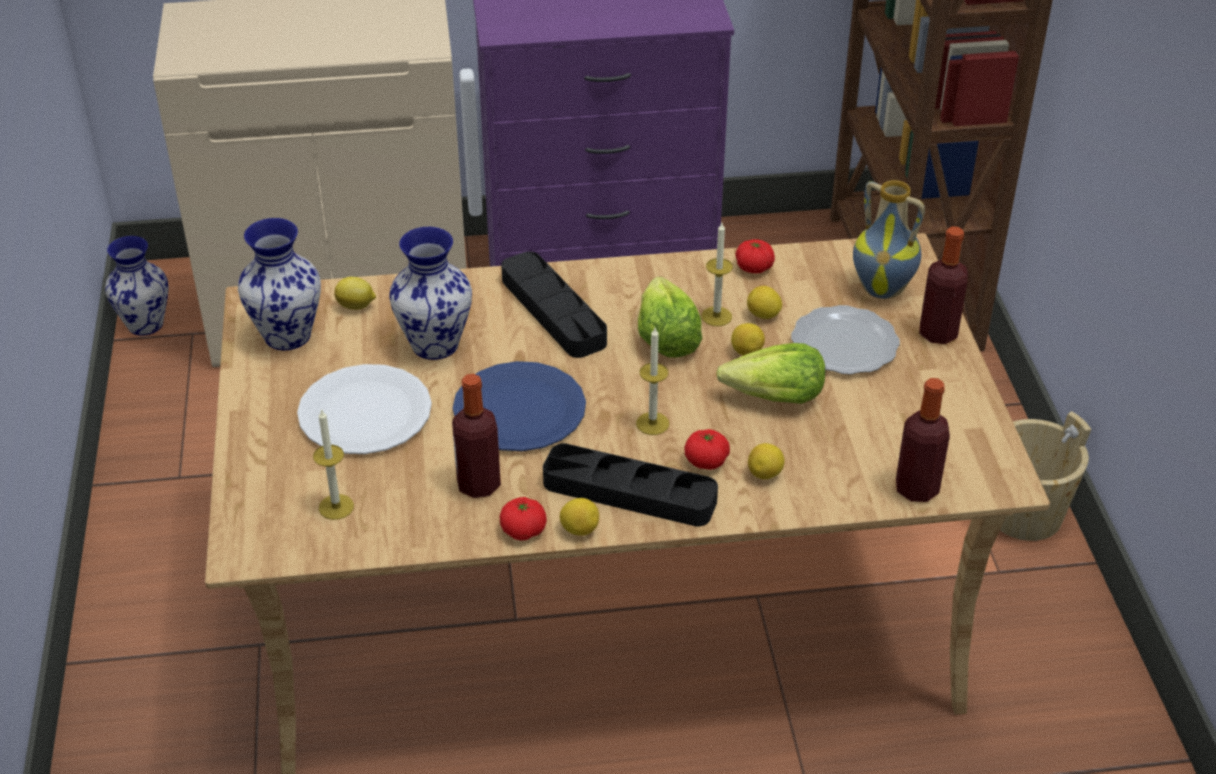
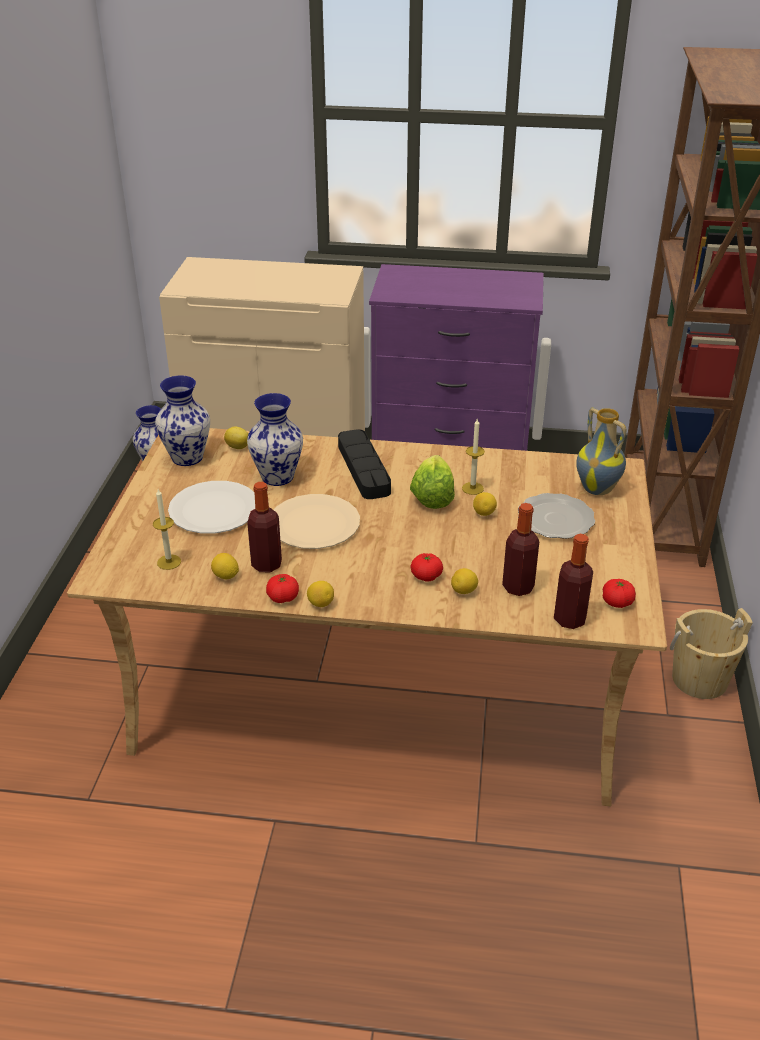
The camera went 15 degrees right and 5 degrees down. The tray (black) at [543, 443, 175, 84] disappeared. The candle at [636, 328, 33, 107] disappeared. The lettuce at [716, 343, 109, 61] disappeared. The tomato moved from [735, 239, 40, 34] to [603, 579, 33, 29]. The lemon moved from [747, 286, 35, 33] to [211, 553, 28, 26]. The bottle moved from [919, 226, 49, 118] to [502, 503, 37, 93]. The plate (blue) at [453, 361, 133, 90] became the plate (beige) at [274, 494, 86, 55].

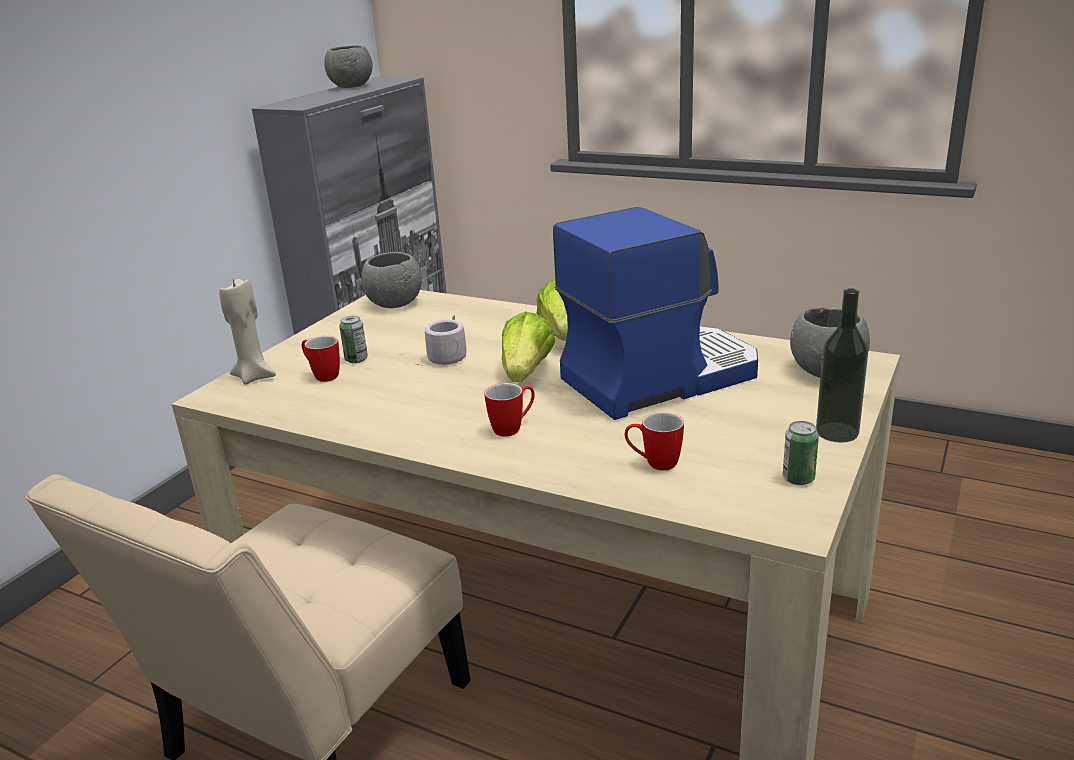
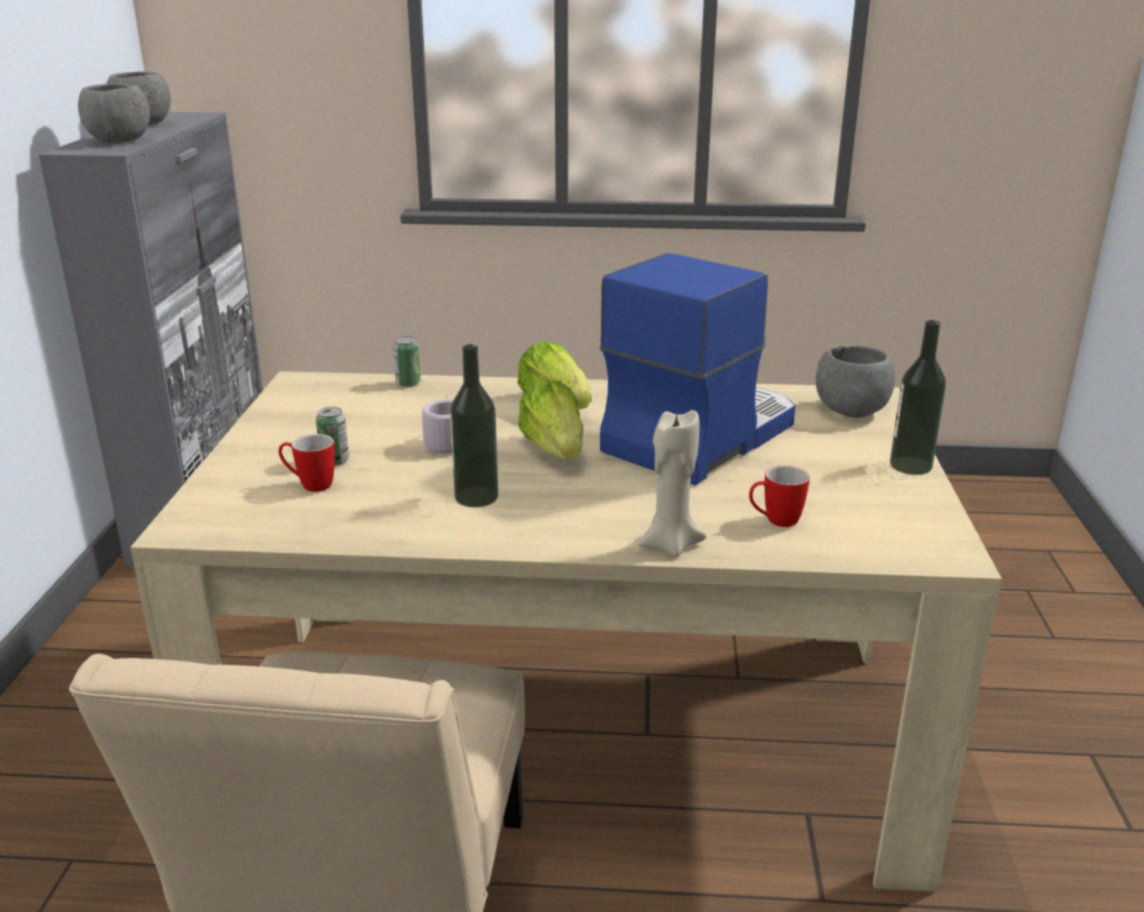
The camera went 25 degrees left and 0 degrees up. The mug at [484, 383, 51, 54] disappeared. The bottle at [450, 344, 48, 163] appeared. The candle (beige) moved from [219, 277, 57, 108] to [637, 410, 69, 147]. The bowl (grey) moved from [361, 252, 61, 56] to [78, 83, 72, 60]. The can moved from [783, 421, 36, 64] to [393, 336, 27, 51].

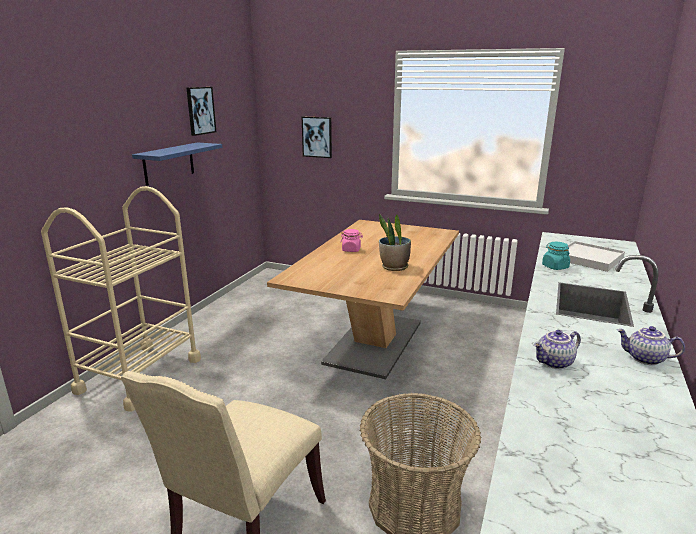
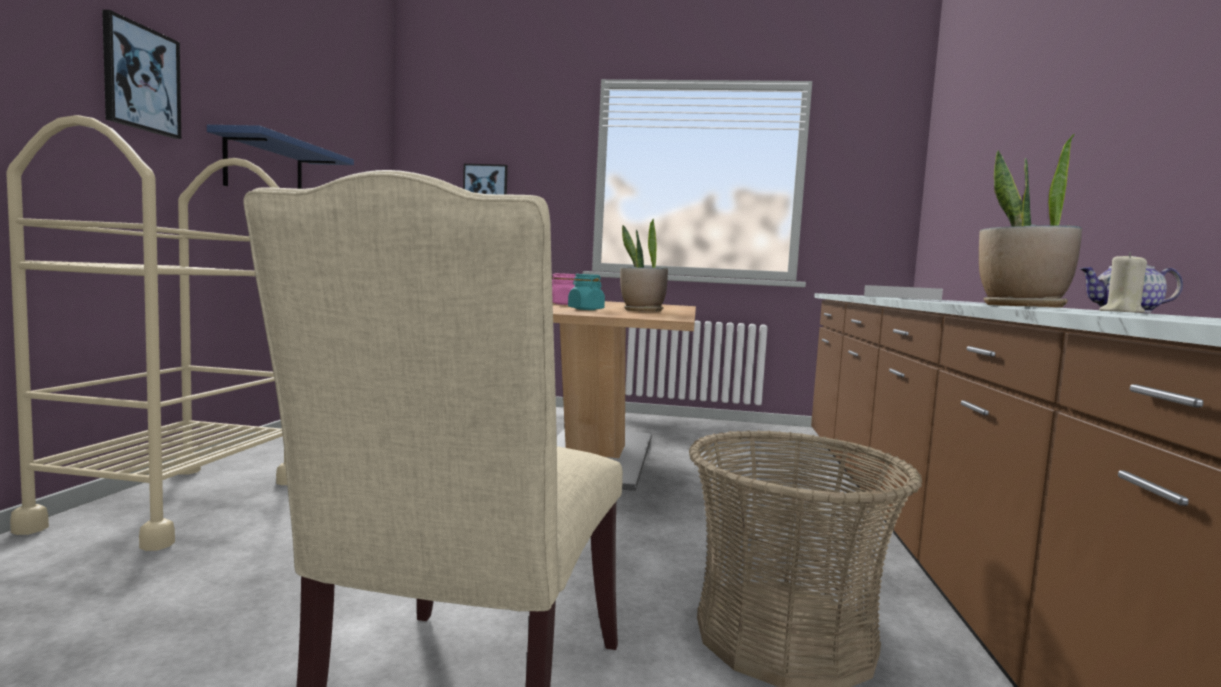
The camera went 15 degrees left and 15 degrees down. The candle (beige) at [1099, 252, 48, 61] appeared. The picture moved from [186, 87, 30, 49] to [102, 10, 79, 129]. The jar (turquoise) moved from [542, 242, 28, 28] to [568, 274, 37, 36]. The teapot at [534, 330, 47, 39] was replaced by the potted plant at [979, 133, 103, 175].

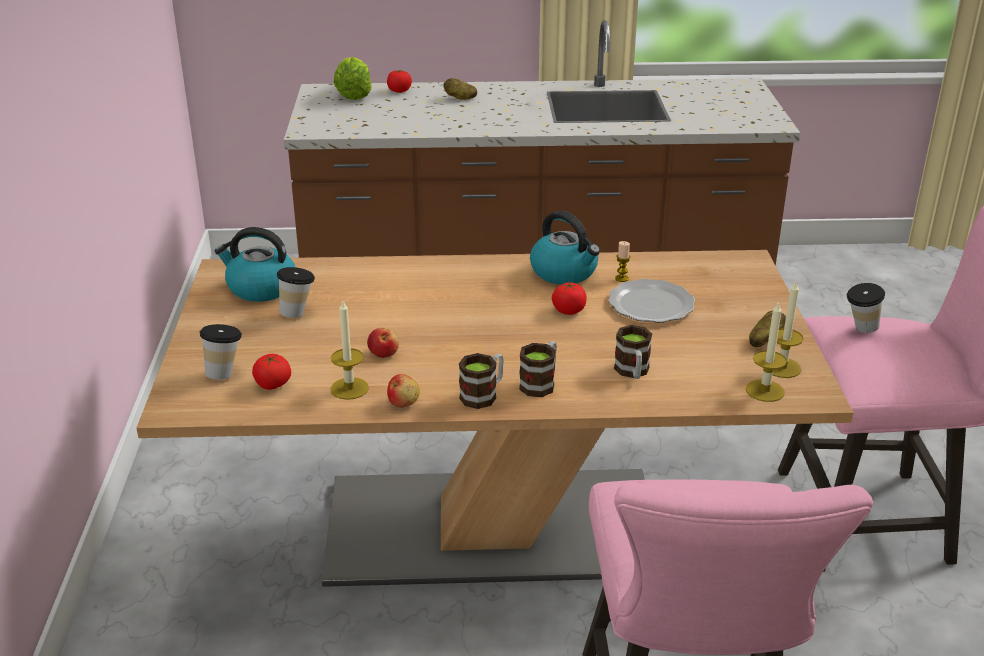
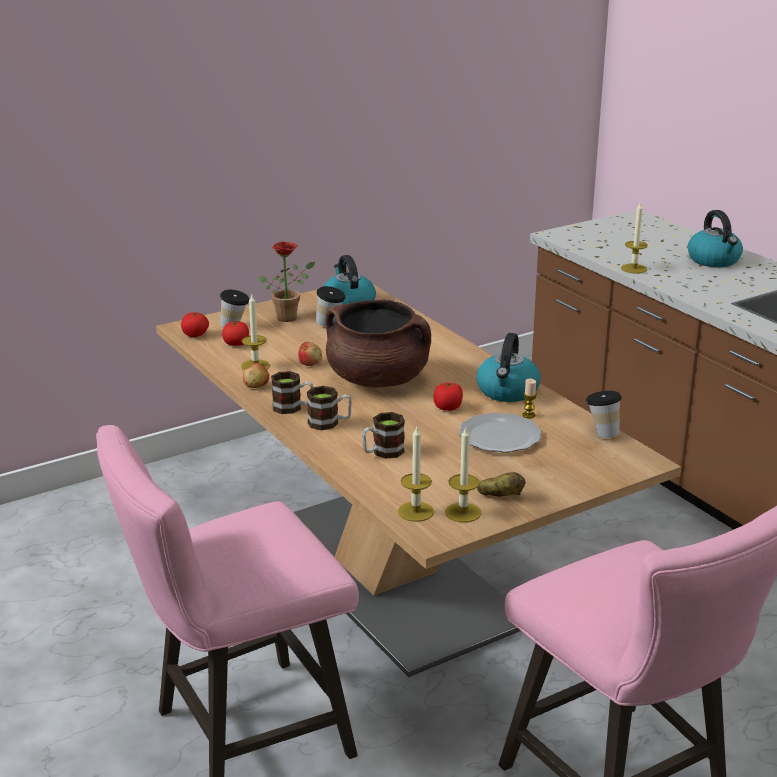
The camera went 60 degrees right and 5 degrees down. The lettuce at [334, 57, 38, 43] disappeared. The potted plant at [258, 241, 57, 81] appeared. The cooking pot (brown) at [326, 300, 105, 87] appeared. The candle at [621, 203, 26, 71] appeared. The tomato moved from [387, 70, 25, 23] to [181, 312, 28, 25]. The cup moved from [847, 283, 38, 50] to [586, 391, 36, 47]. The potato at [443, 78, 34, 22] was replaced by the kettle at [688, 210, 55, 57].

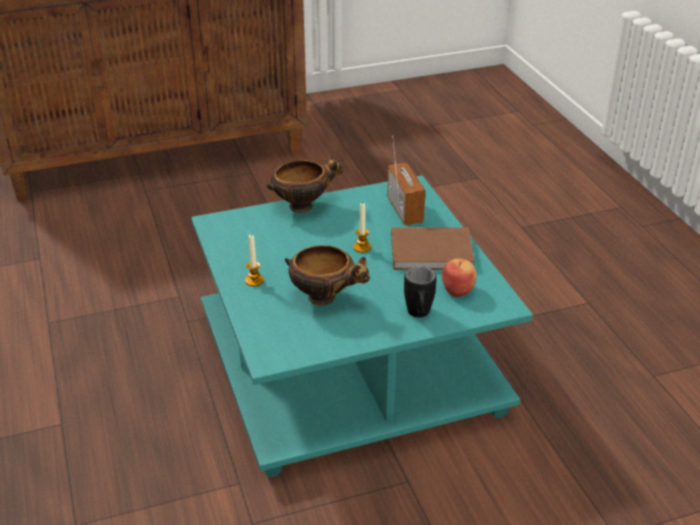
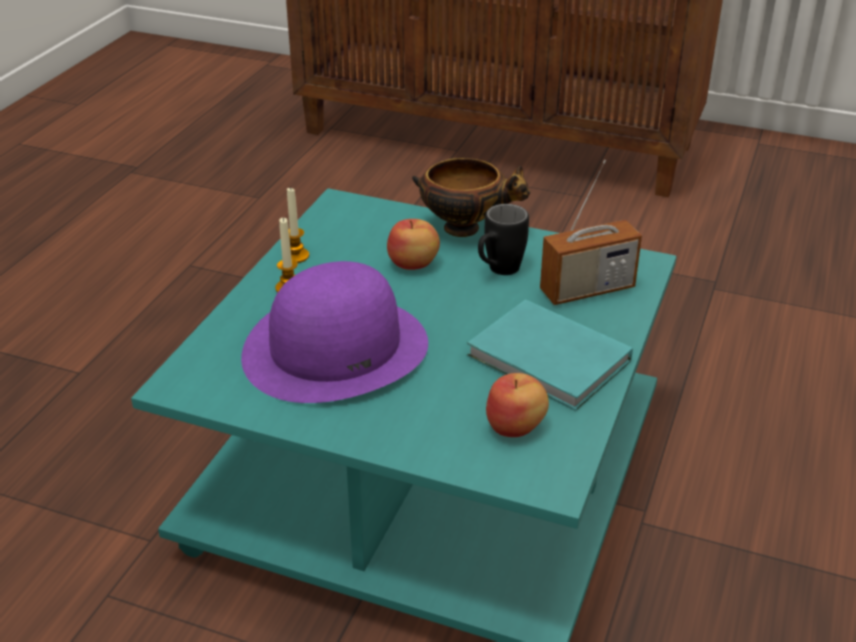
The camera went 40 degrees right and 0 degrees up. The apple at [387, 219, 53, 51] appeared. The candle moved from [353, 203, 18, 50] to [287, 187, 22, 76]. The mug (black) moved from [404, 266, 32, 52] to [478, 204, 51, 71]. The bowl at [285, 245, 85, 61] was replaced by the hat (purple) at [241, 261, 187, 142]. The book (brown) at [391, 227, 84, 43] became the book (turquoise) at [467, 299, 166, 112]. The radio at [387, 136, 39, 89] turned 45 degrees clockwise.

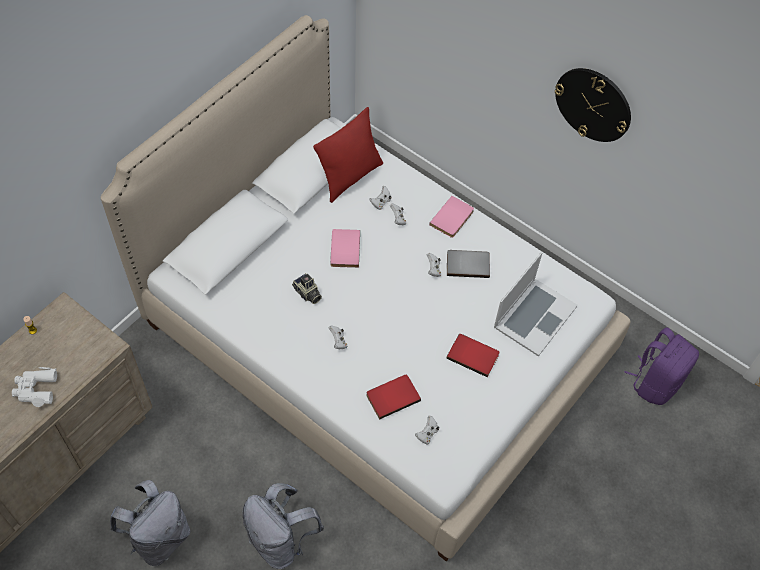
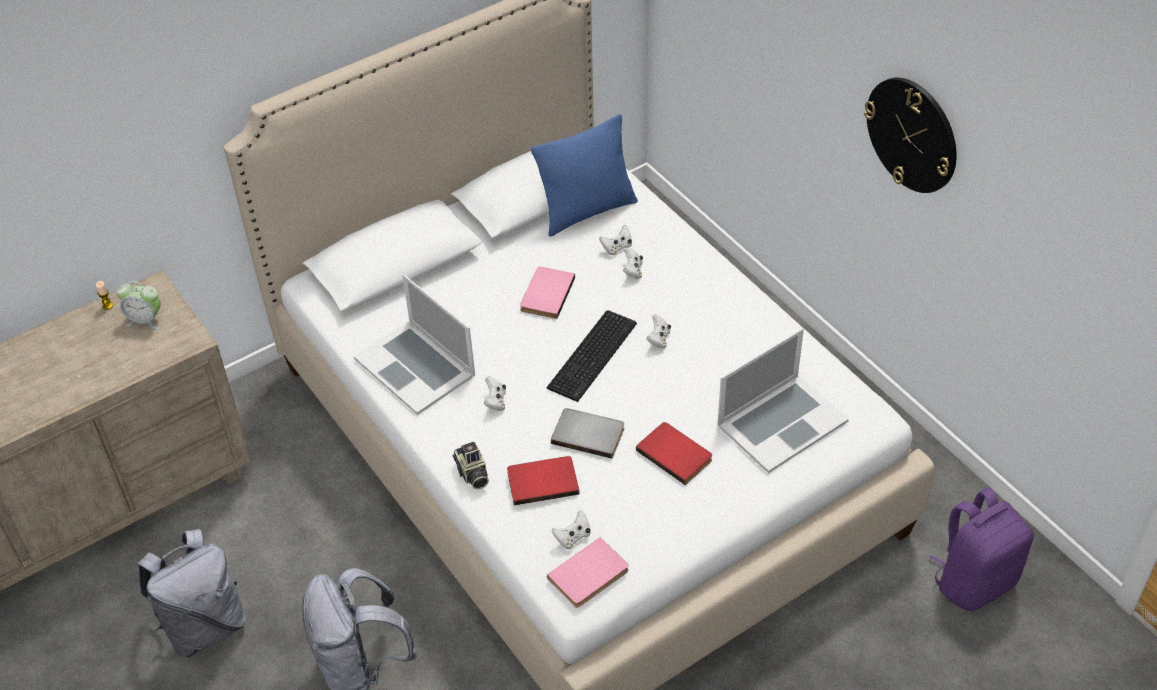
The camera went 20 degrees right and 10 degrees down. The binoculars (white) at [12, 367, 45, 40] disappeared. The alarm clock at [116, 281, 45, 48] appeared. The laptop at [354, 274, 121, 141] appeared. The keyboard at [546, 310, 91, 92] appeared. The photo camera moved from [292, 273, 30, 31] to [453, 442, 36, 47]. The book (pink) moved from [429, 196, 45, 42] to [547, 537, 81, 71]. The book (grey) moved from [447, 250, 43, 28] to [551, 408, 73, 51]. The pillow (red) at [313, 107, 70, 96] became the pillow (blue) at [531, 114, 107, 123].

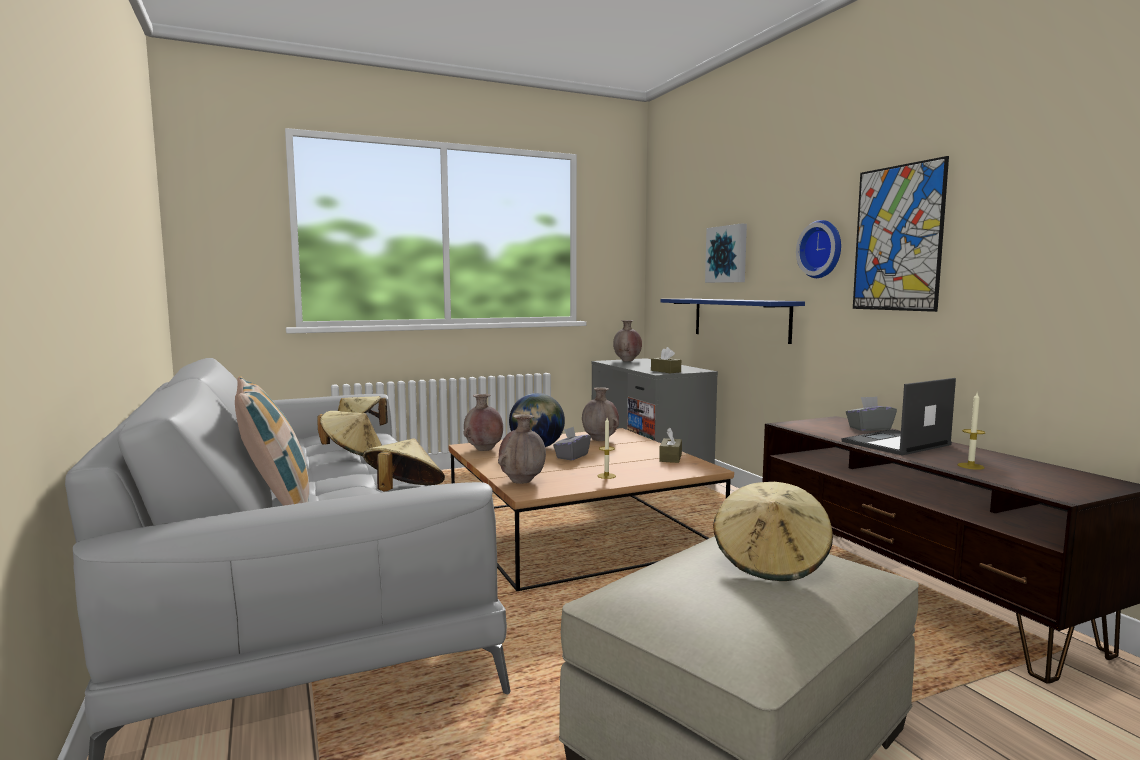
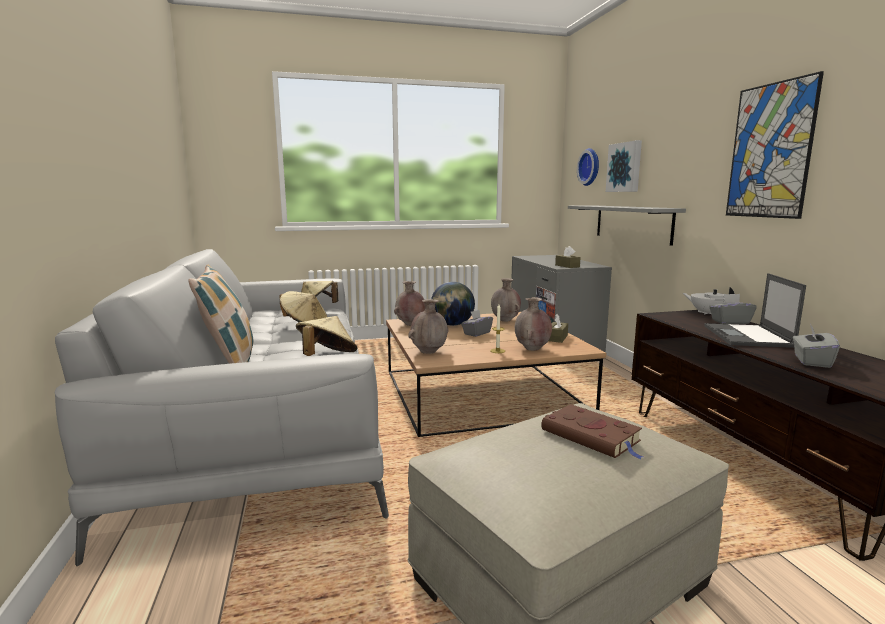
The camera went 10 degrees right and 5 degrees up. The teapot (white) at [683, 287, 52, 28] appeared. The vase (brown) moved from [613, 320, 29, 41] to [515, 297, 37, 54]. The wall clock moved from [796, 220, 45, 58] to [577, 148, 22, 38]. The hat (beige) at [713, 482, 120, 99] was replaced by the book (brown) at [541, 404, 102, 55]. The candle at [958, 393, 28, 77] was replaced by the tissue box (grey) at [793, 324, 47, 44]. The shelf (blue) at [661, 299, 144, 45] became the shelf (grey) at [568, 205, 118, 41]. The laptop at [842, 378, 114, 77] turned 60 degrees counterclockwise.

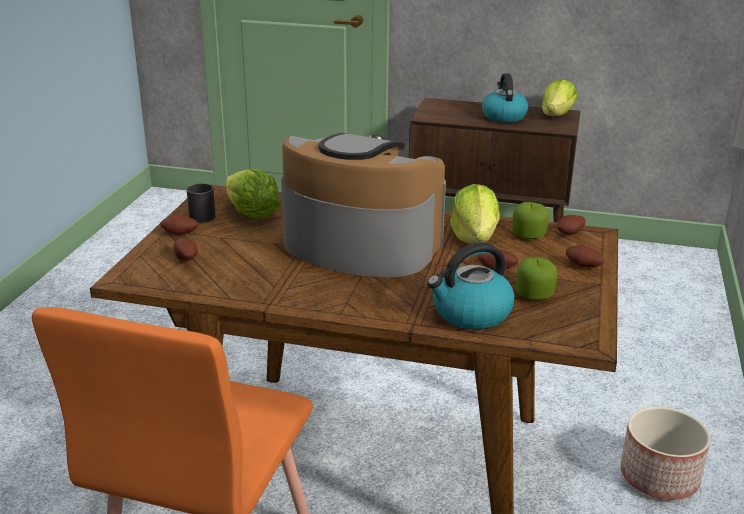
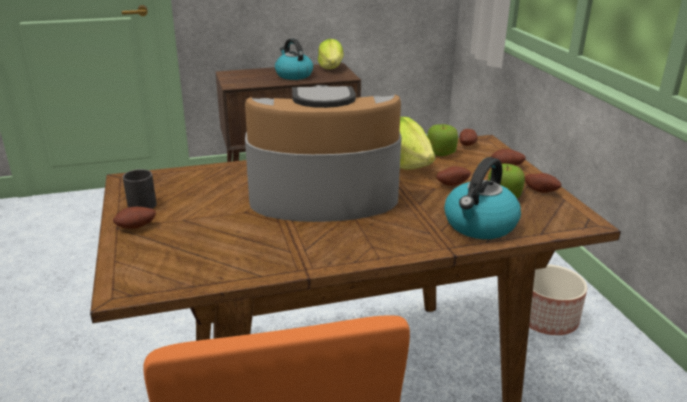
The camera went 30 degrees left and 0 degrees up. The lettuce at [226, 169, 54, 50] disappeared. The potato moved from [174, 238, 24, 23] to [525, 173, 36, 20].

